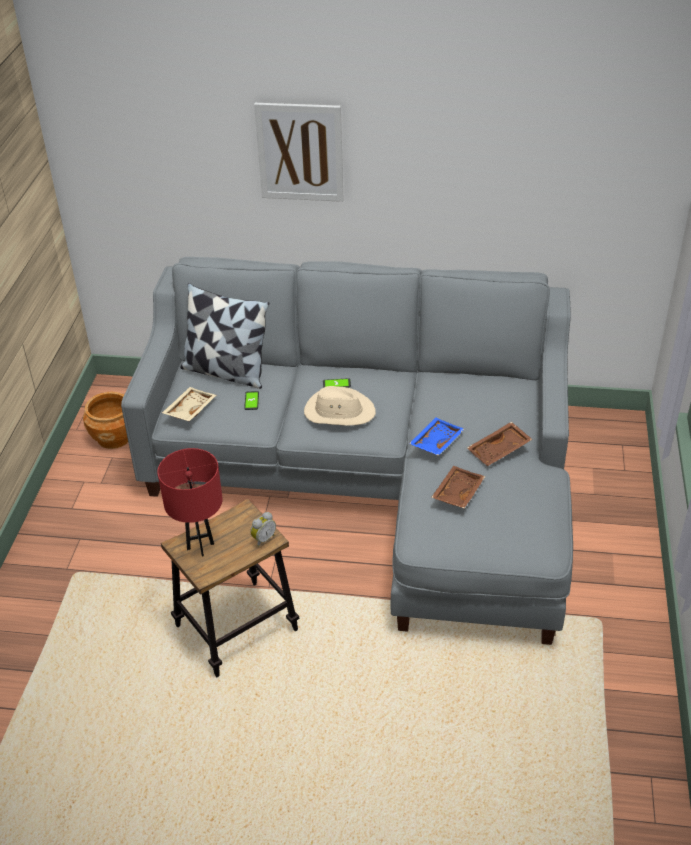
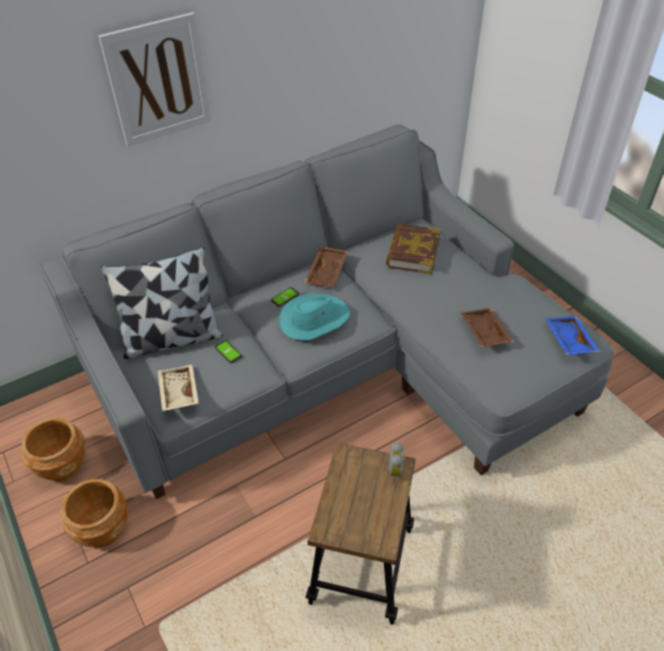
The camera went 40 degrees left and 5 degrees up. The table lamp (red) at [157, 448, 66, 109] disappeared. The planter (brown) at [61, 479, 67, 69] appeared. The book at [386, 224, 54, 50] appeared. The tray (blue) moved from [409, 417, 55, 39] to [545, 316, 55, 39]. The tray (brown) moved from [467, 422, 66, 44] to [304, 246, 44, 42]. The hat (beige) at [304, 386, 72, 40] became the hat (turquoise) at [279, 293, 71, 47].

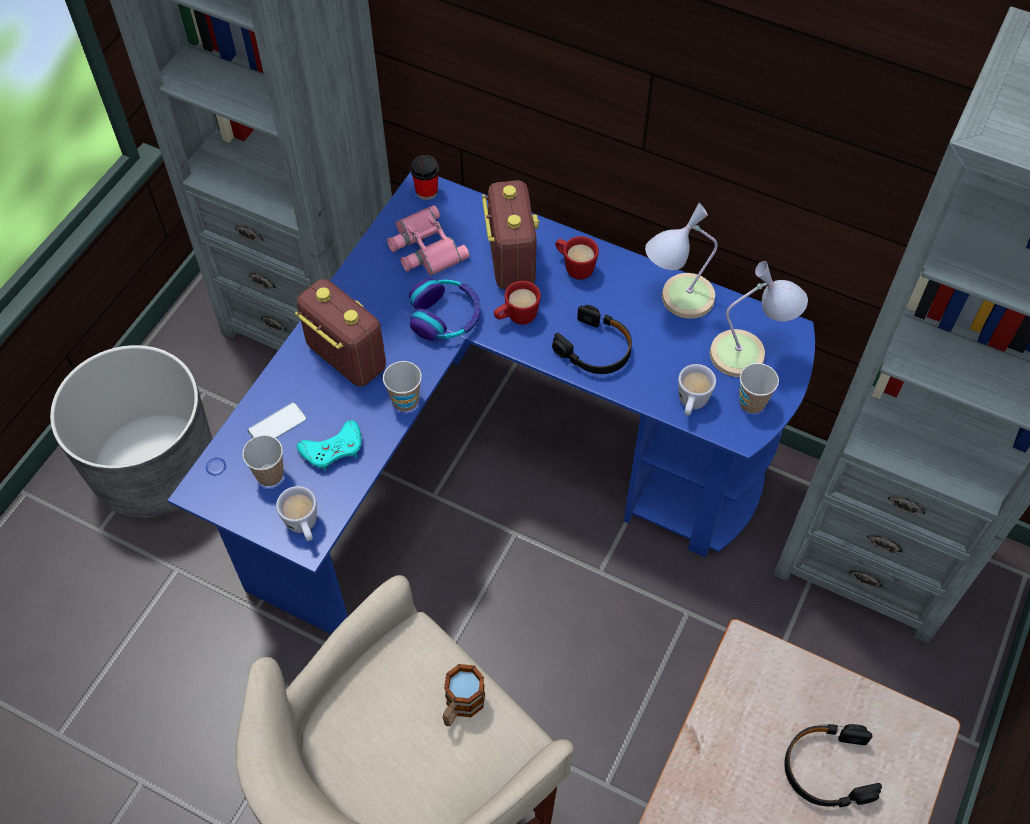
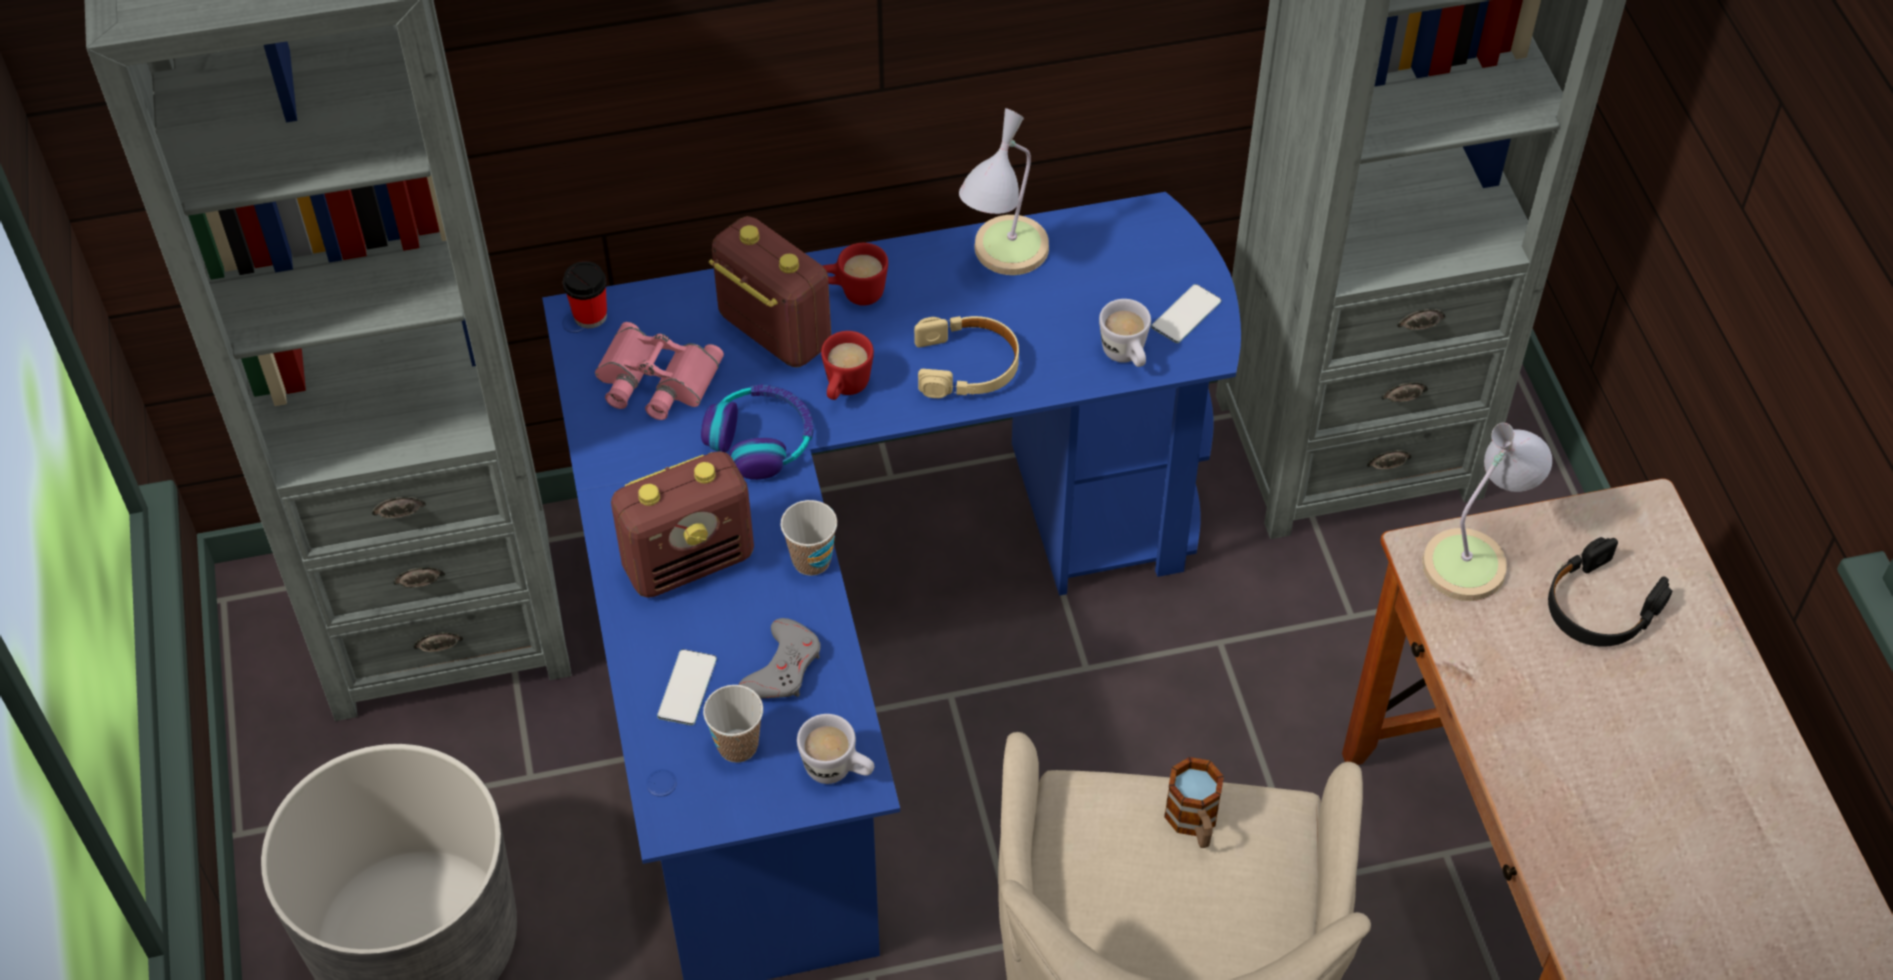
The camera went 40 degrees left and 5 degrees down. The table lamp moved from [710, 261, 98, 116] to [1422, 423, 130, 178]. The cup at [739, 363, 40, 51] was replaced by the phone at [1151, 284, 71, 59]. The game controller (turquoise) at [297, 420, 64, 51] became the game controller (grey) at [739, 618, 82, 80]. The headphones (black) at [552, 305, 80, 69] became the headphones (beige) at [914, 316, 105, 82]. The radio at [295, 279, 91, 107] turned 150 degrees clockwise.

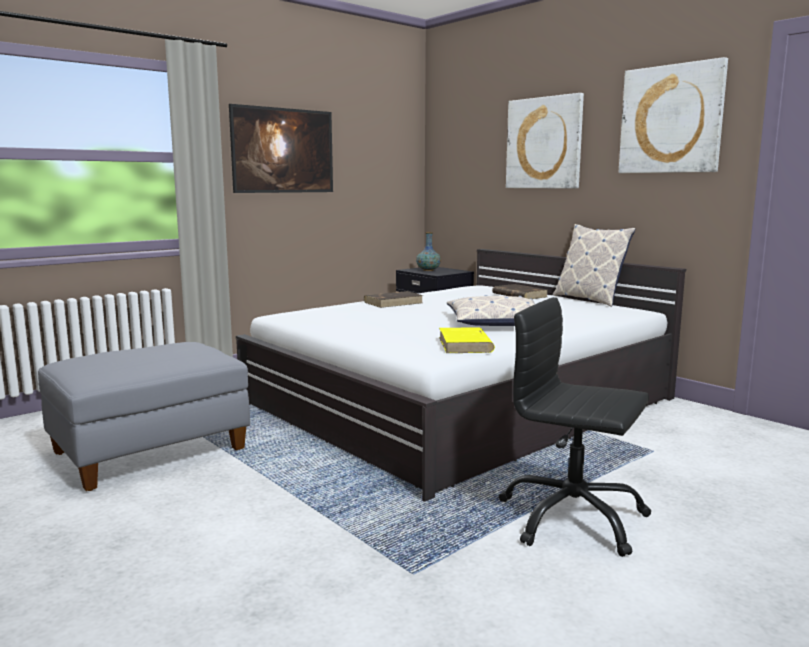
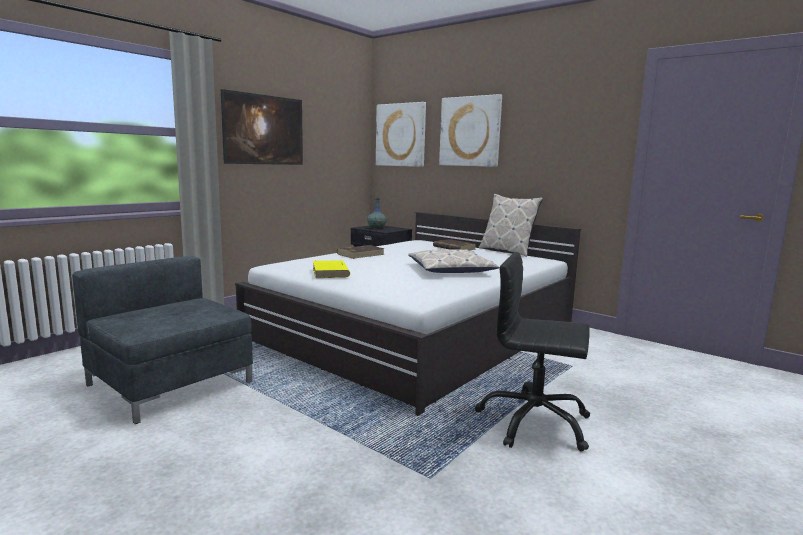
The camera went 10 degrees left and 0 degrees up. The book (yellow) moved from [439, 327, 56, 26] to [313, 260, 37, 18]. The picture moved from [619, 57, 109, 116] to [376, 102, 50, 65]. The ottoman (grey) at [38, 342, 212, 149] was replaced by the armchair (grey) at [72, 256, 181, 168].

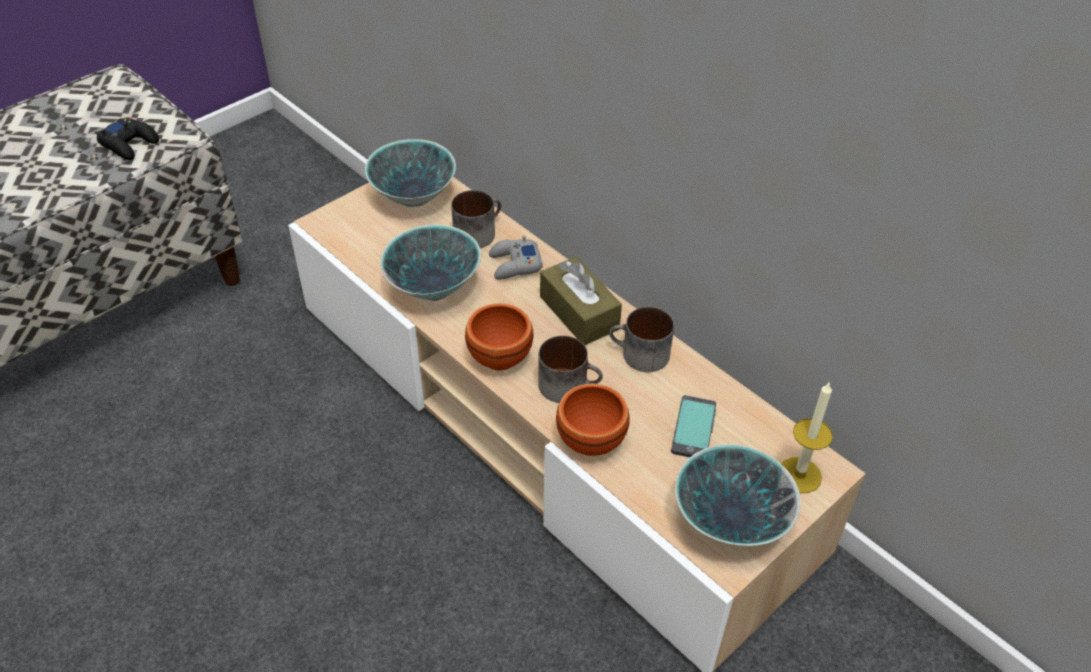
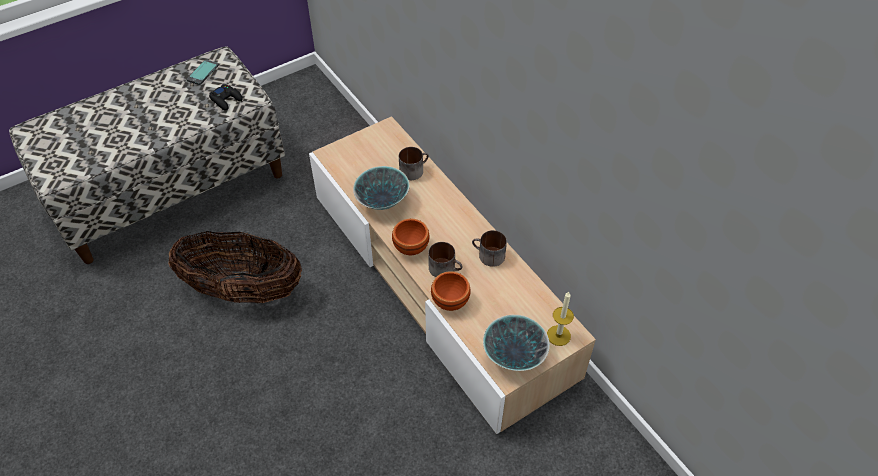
The camera went 10 degrees right and 5 degrees up. The bowl at [365, 139, 91, 68] disappeared. The game controller (grey) at [489, 236, 54, 44] disappeared. The tissue box (brown) at [540, 257, 82, 88] disappeared. The basket at [168, 230, 134, 73] appeared. The phone moved from [671, 395, 45, 62] to [187, 59, 32, 26].

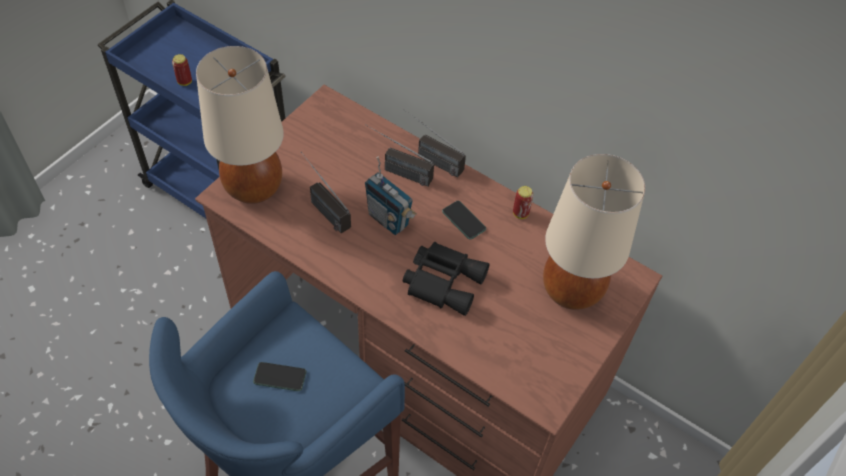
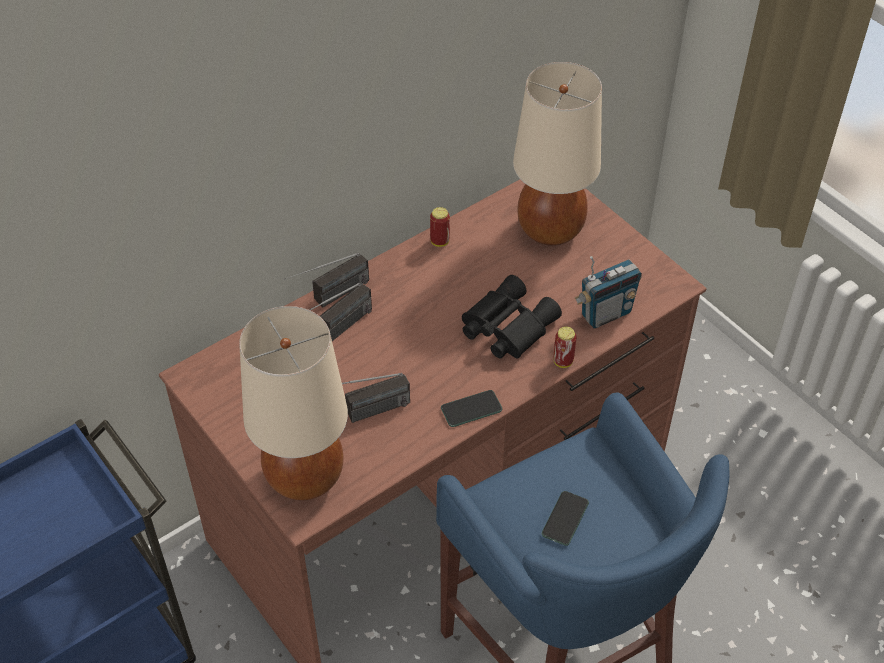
The camera went 70 degrees left and 5 degrees down. The can moved from [172, 54, 20, 32] to [553, 327, 24, 41]. The radio moved from [365, 157, 52, 78] to [575, 256, 67, 73]. The phone moved from [442, 201, 44, 39] to [441, 390, 61, 37].

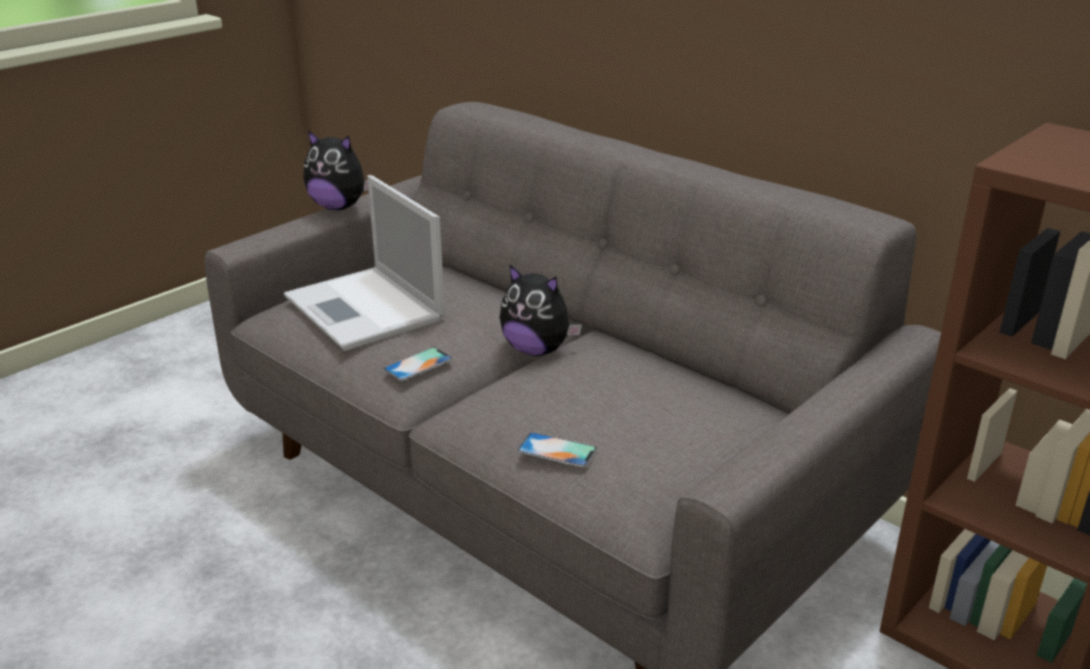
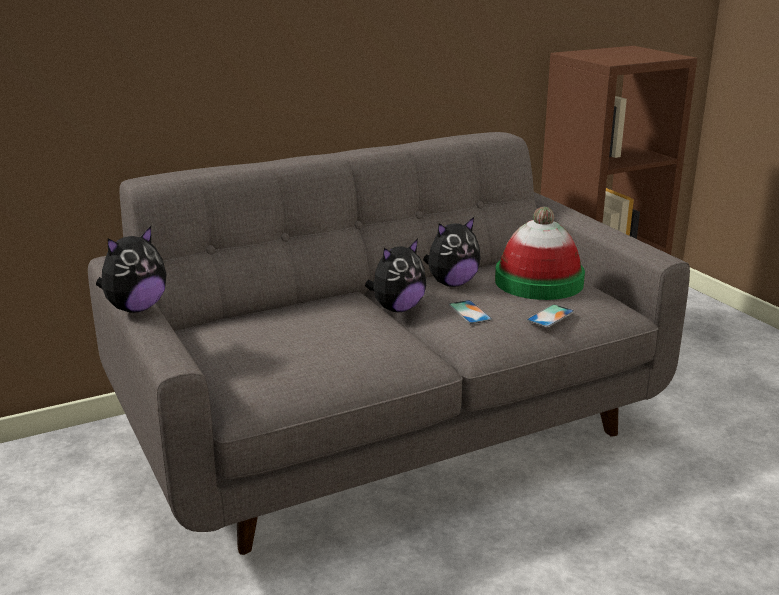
The camera went 70 degrees left and 5 degrees down. The laptop at [284, 175, 161, 176] disappeared. The plush toy at [423, 217, 58, 70] appeared. The hat at [495, 207, 90, 93] appeared. The phone moved from [384, 347, 69, 34] to [449, 300, 43, 24].

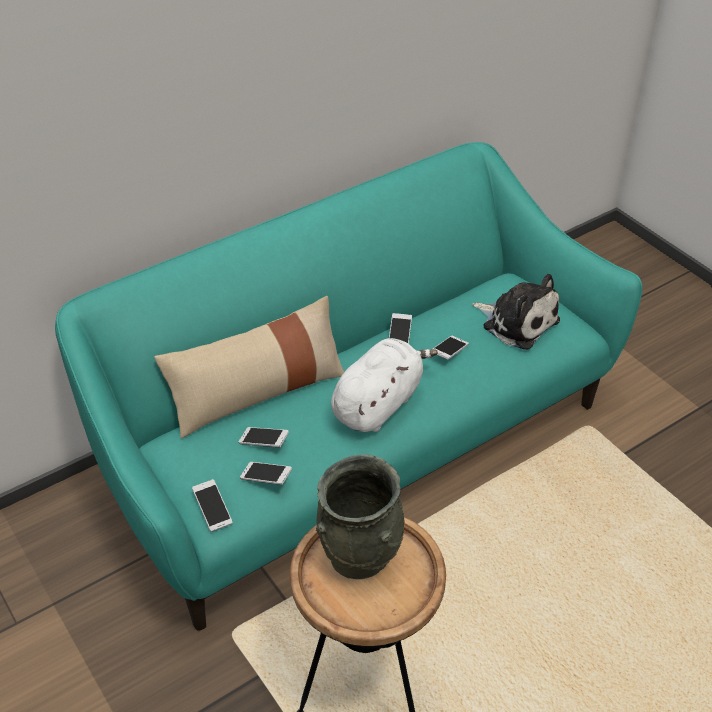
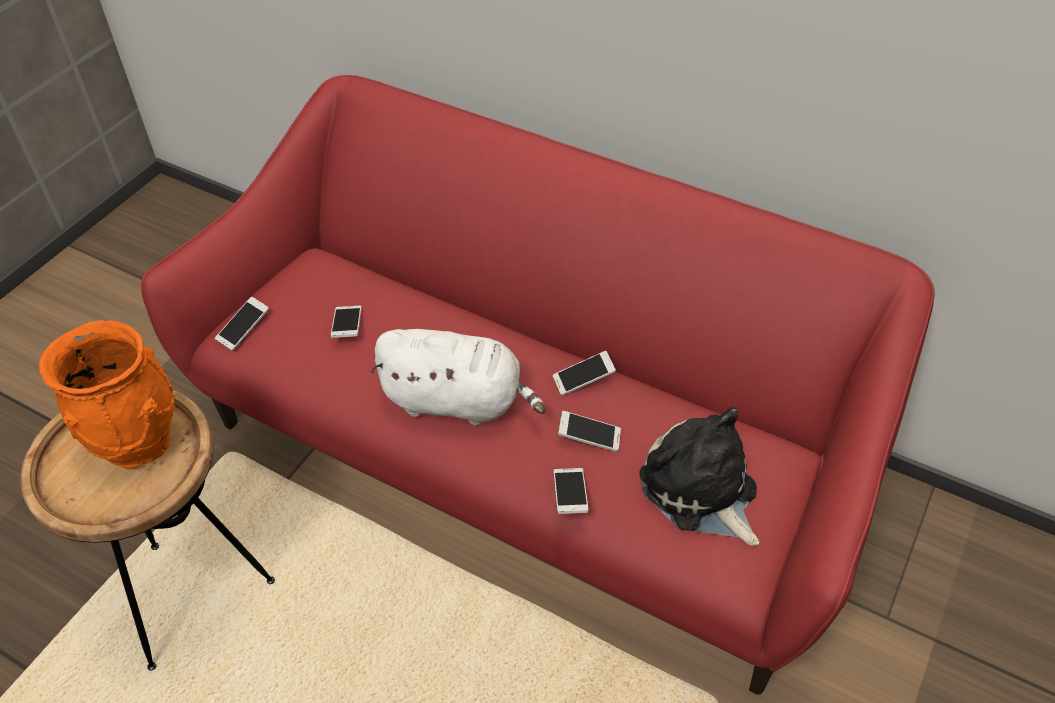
The camera went 65 degrees right and 5 degrees up. The pillow (beige) at [154, 296, 190, 142] disappeared. The phone moved from [240, 462, 52, 23] to [554, 468, 34, 46]. The sofa (turquoise) at [55, 142, 588, 489] became the sofa (red) at [141, 75, 794, 620]. The vase (grey) at [316, 454, 89, 125] became the vase (orange) at [39, 320, 136, 148]. The plush toy at [472, 274, 88, 76] turned 135 degrees clockwise.

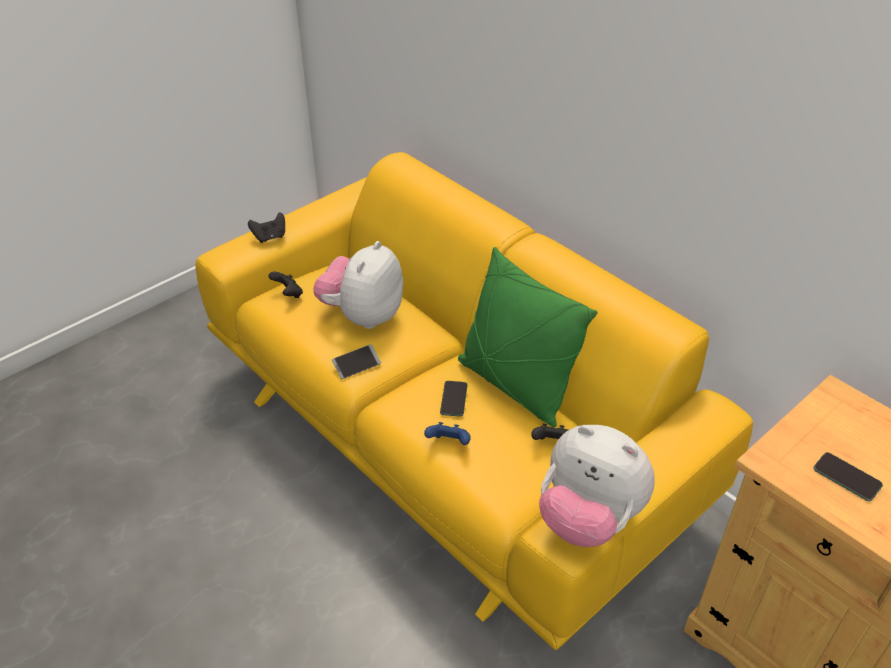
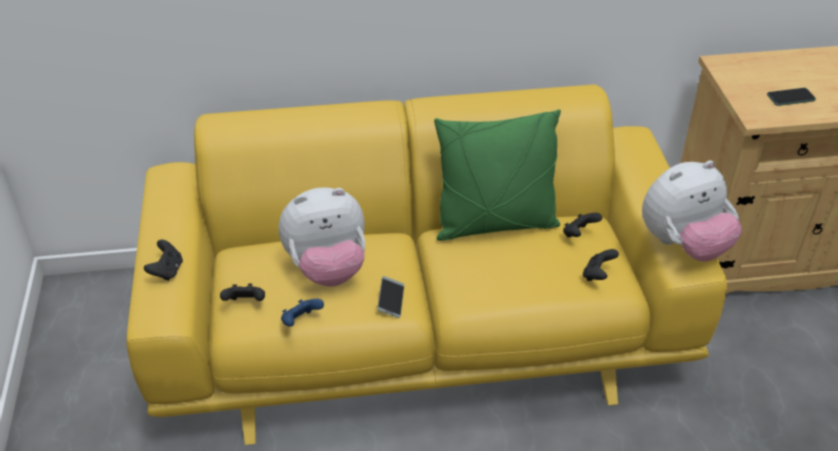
The camera went 55 degrees left and 0 degrees up. The phone at [440, 381, 28, 36] disappeared. The game controller (black) at [583, 249, 36, 32] appeared. The game controller (blue) moved from [424, 422, 47, 23] to [281, 299, 43, 28]. The plush toy at [313, 241, 90, 88] turned 75 degrees counterclockwise.

